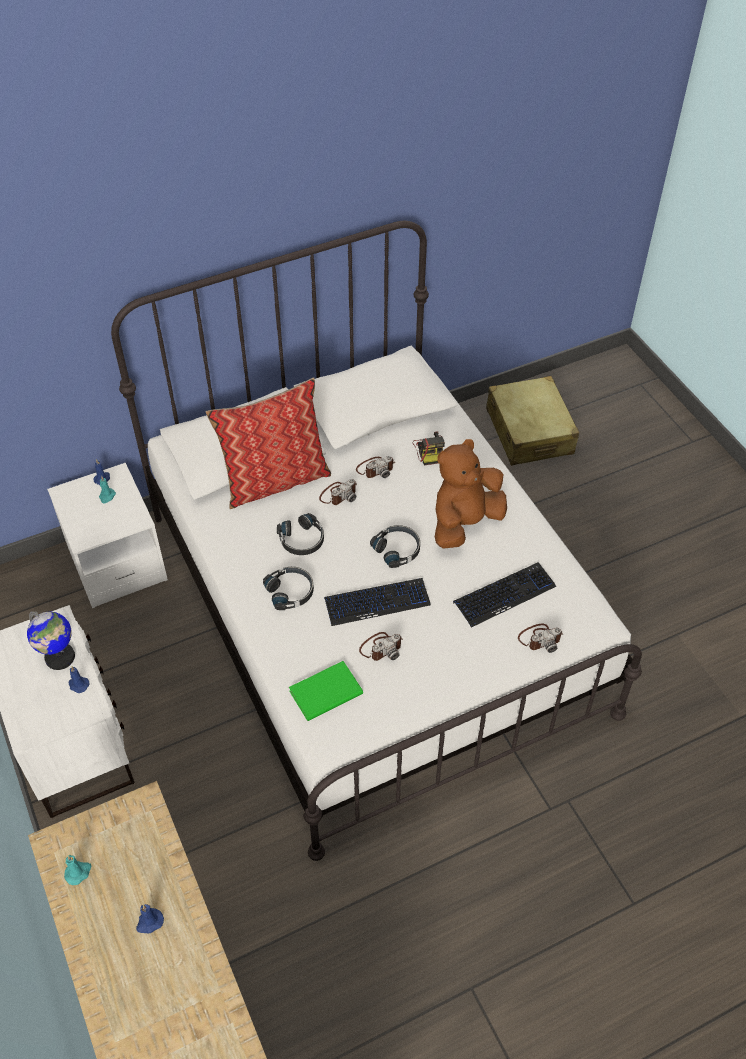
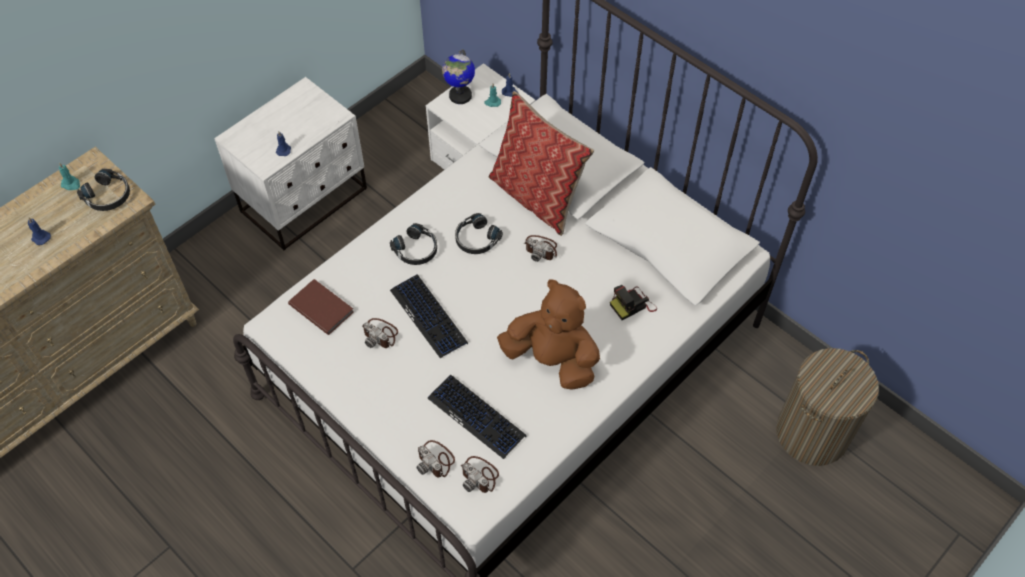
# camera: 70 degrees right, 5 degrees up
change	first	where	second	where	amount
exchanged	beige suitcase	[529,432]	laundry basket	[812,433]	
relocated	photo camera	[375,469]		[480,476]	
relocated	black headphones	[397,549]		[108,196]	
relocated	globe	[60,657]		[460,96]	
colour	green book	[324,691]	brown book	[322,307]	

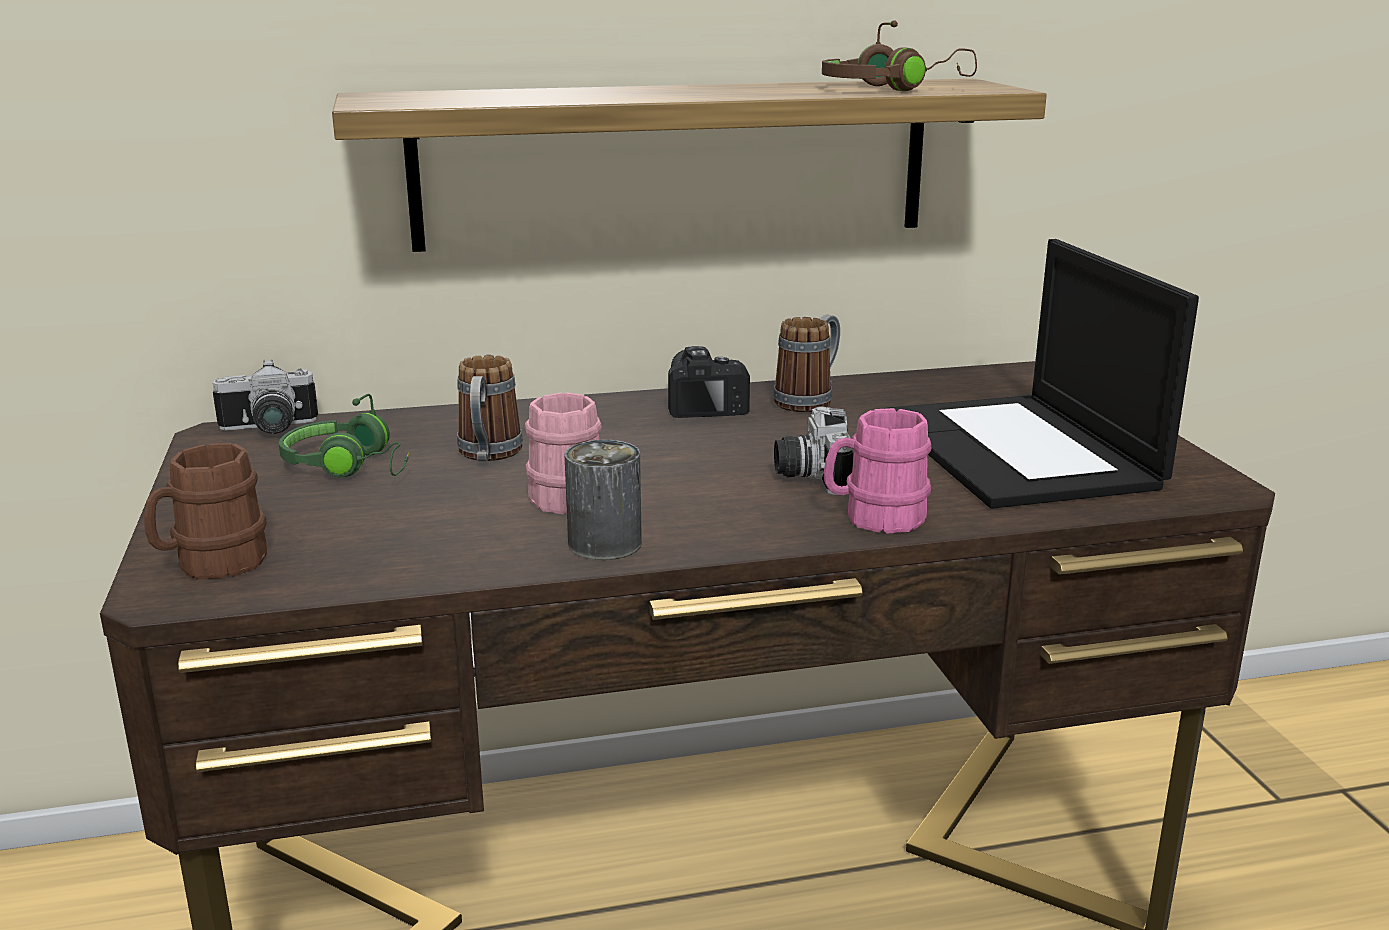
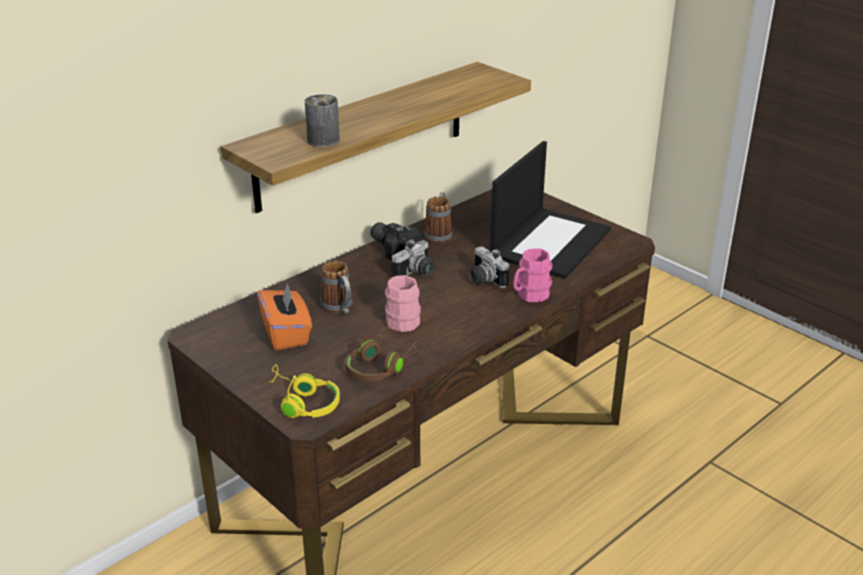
# camera: 30 degrees left, 10 degrees up
change	first	where	second	where	amount
relocated	brown headphones	[889,89]		[382,368]	
spun	laptop	[1022,451]		[550,242]	105 degrees counterclockwise
relocated	photo camera	[268,429]		[416,273]	
exchanged	green headphones	[350,466]	orange tissue box	[286,333]	
relocated	can	[604,544]		[323,140]	
exchanged	brown mug	[211,564]	yellow headphones	[302,402]	

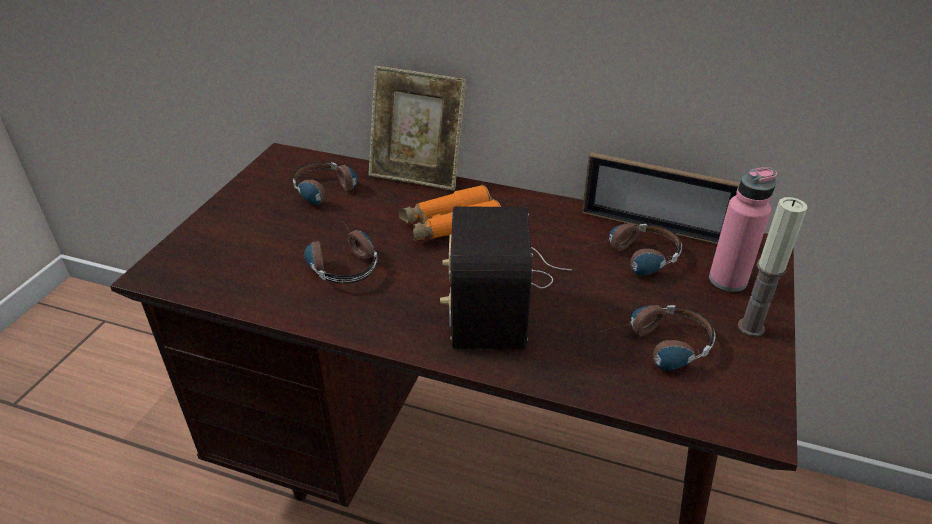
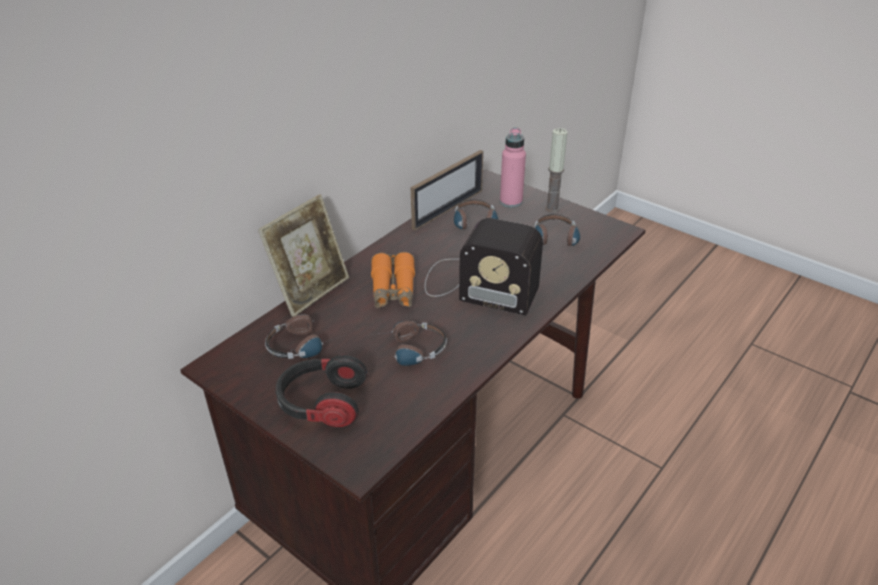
# camera: 70 degrees left, 0 degrees up
change	first	where	second	where	amount
appeared			headphones	[322,404]	

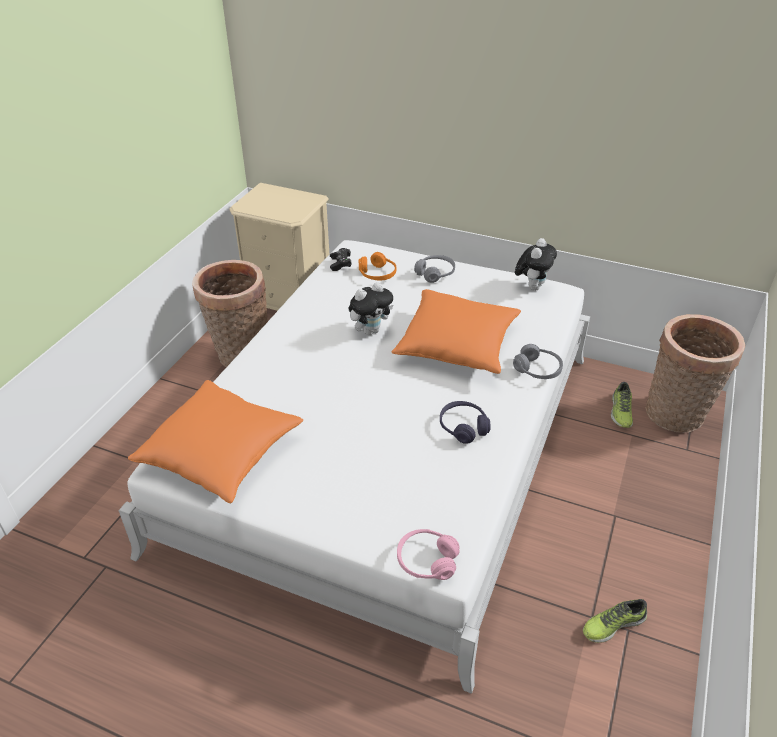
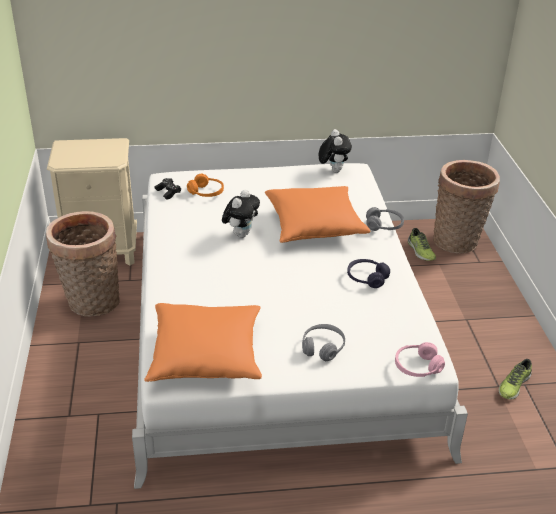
# camera: 30 degrees left, 5 degrees down
change	first	where	second	where	amount
relocated	grey headphones	[435,273]		[323,347]	

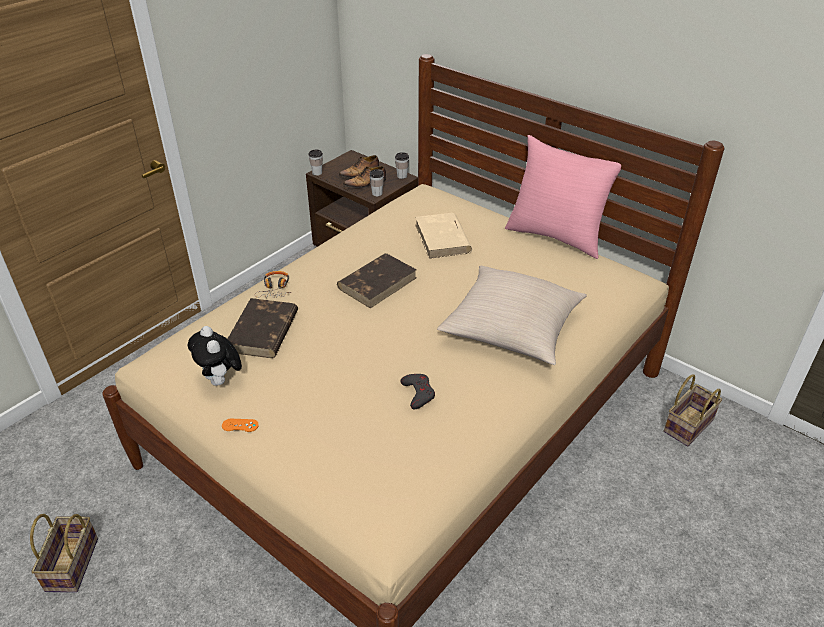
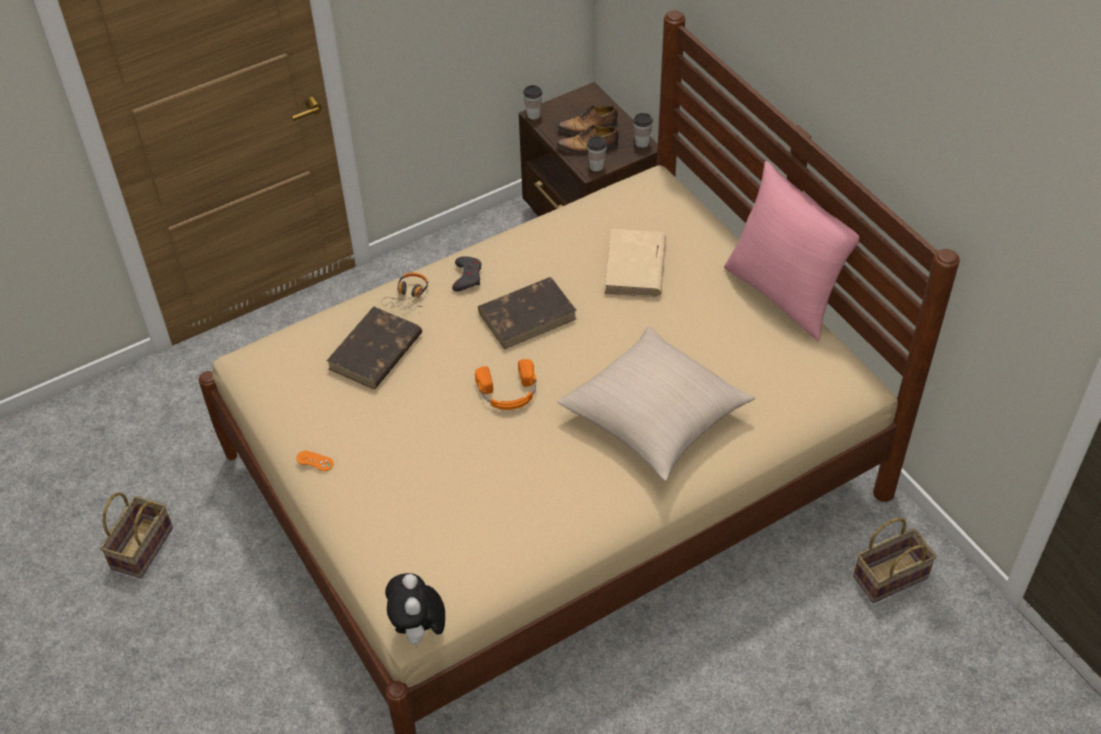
# camera: 20 degrees right, 10 degrees up
change	first	where	second	where	amount
relocated	plush toy	[221,381]		[419,631]	
relocated	grey game controller	[418,393]		[467,276]	
appeared			orange headphones	[508,392]	

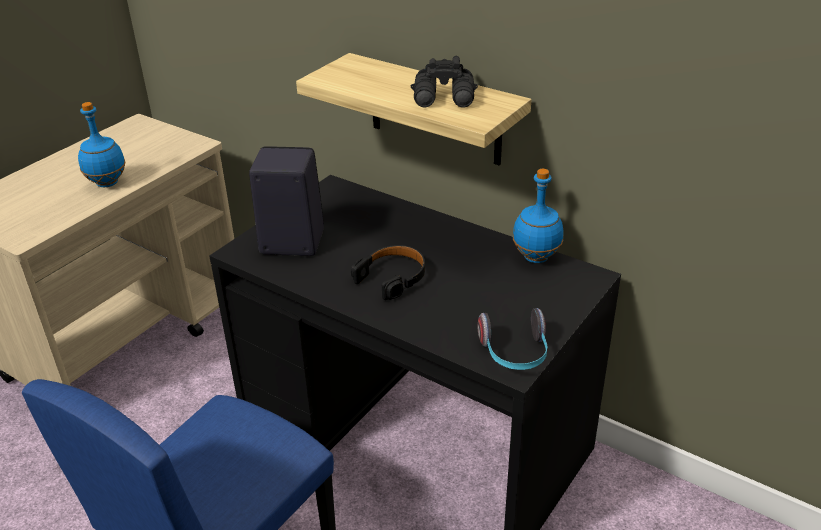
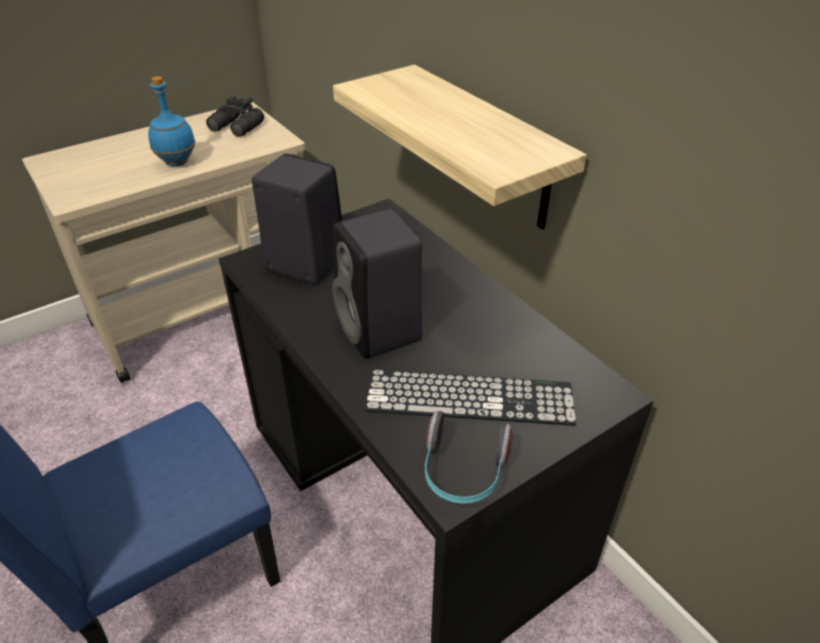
# camera: 20 degrees right, 5 degrees up
change	first	where	second	where	amount
relocated	black binoculars	[445,98]		[237,128]	
missing	blue bottle	[536,257]			
exchanged	black headphones	[392,277]	black speaker	[381,331]	
appeared			keyboard	[469,397]	

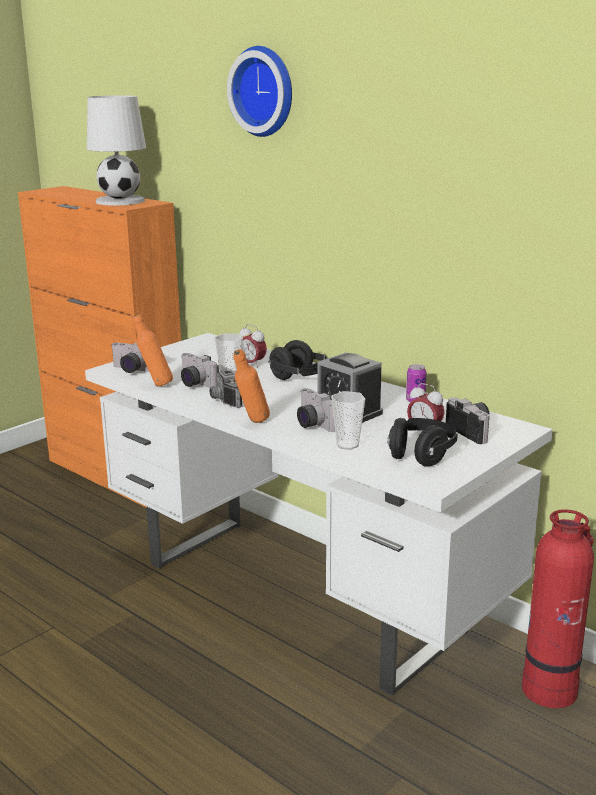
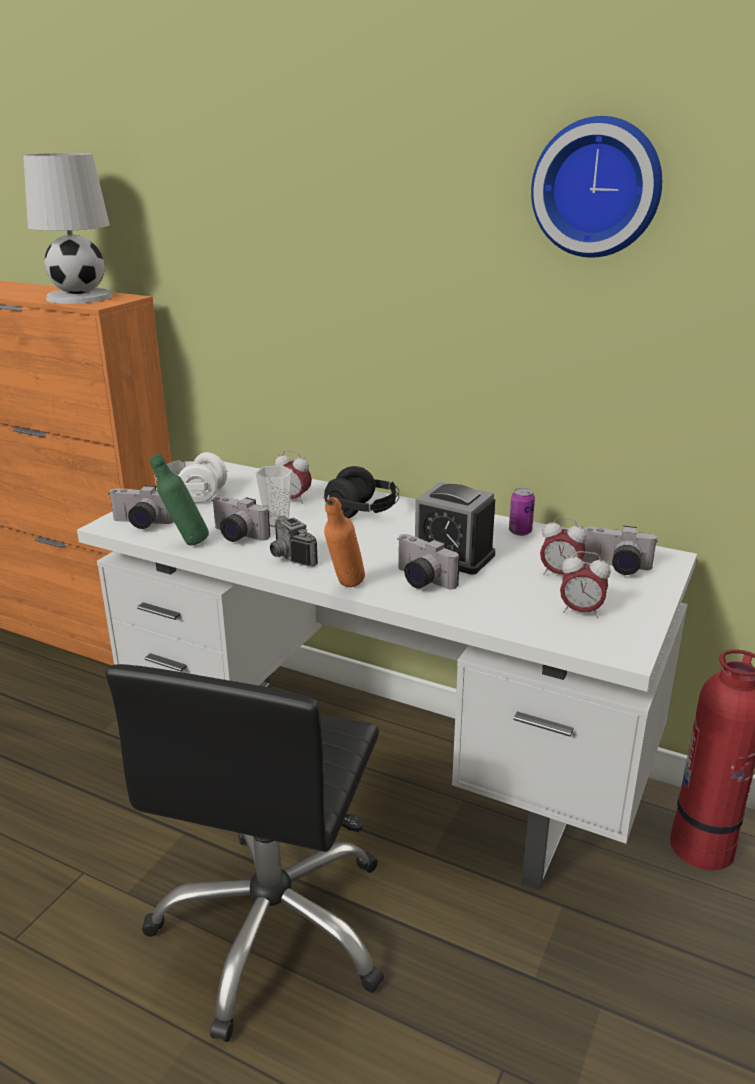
# camera: 15 degrees left, 5 degrees up
change	first	where	second	where	amount
relocated	wall clock	[265,91]		[597,188]	
colour	orange bottle	[155,385]	green bottle	[185,543]	
missing	cup	[347,445]			
spun	photo camera	[473,431]		[615,568]	150 degrees clockwise
exchanged	black headphones	[421,455]	alarm clock	[581,611]	
appeared			white headphones	[191,494]	
appeared			black office chair	[274,926]	

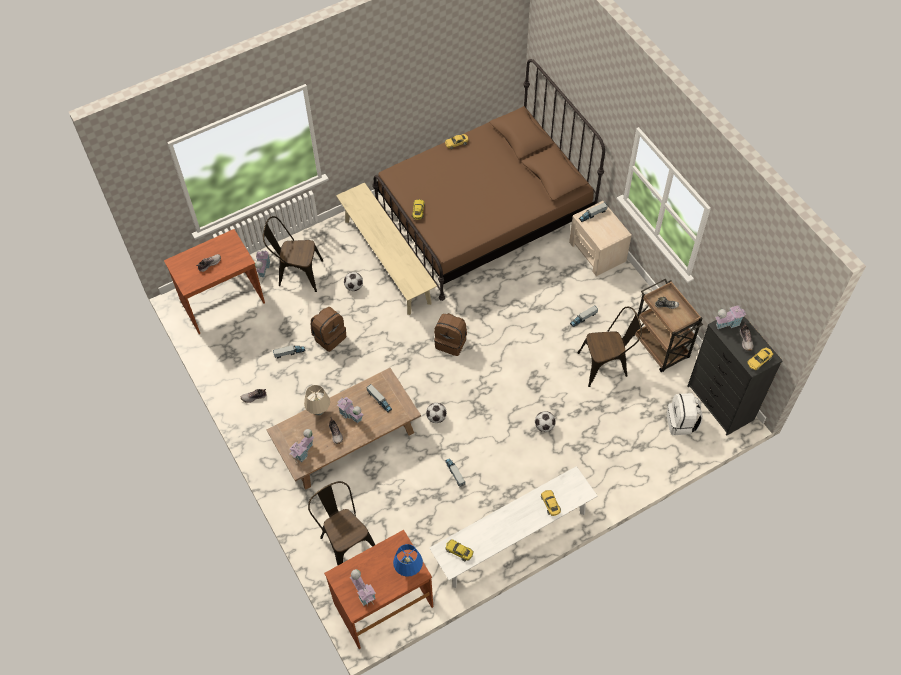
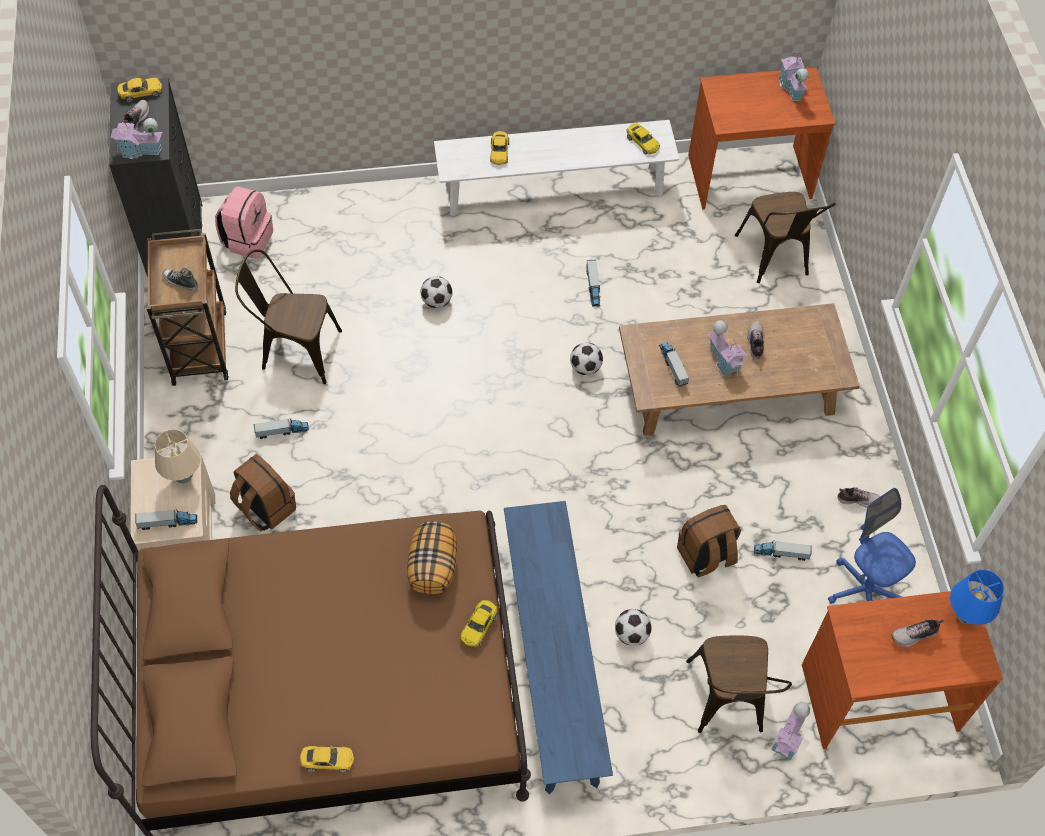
# camera: 160 degrees left, 0 degrees up
change	first	where	second	where	amount
colour	beige bench	[387,261]	blue bench	[552,662]	
spun	brown chair	[296,273]		[727,703]	60 degrees clockwise
relocated	brown backpack	[451,342]		[265,508]	
relocated	beige table lamp	[319,411]		[184,477]	
colour	white backpack	[681,423]	pink backpack	[248,239]	
missing	toy house	[303,451]			
relocated	blue table lamp	[409,569]		[964,616]	
appeared			blue office chair	[863,590]	
appeared			pillow	[433,568]	

